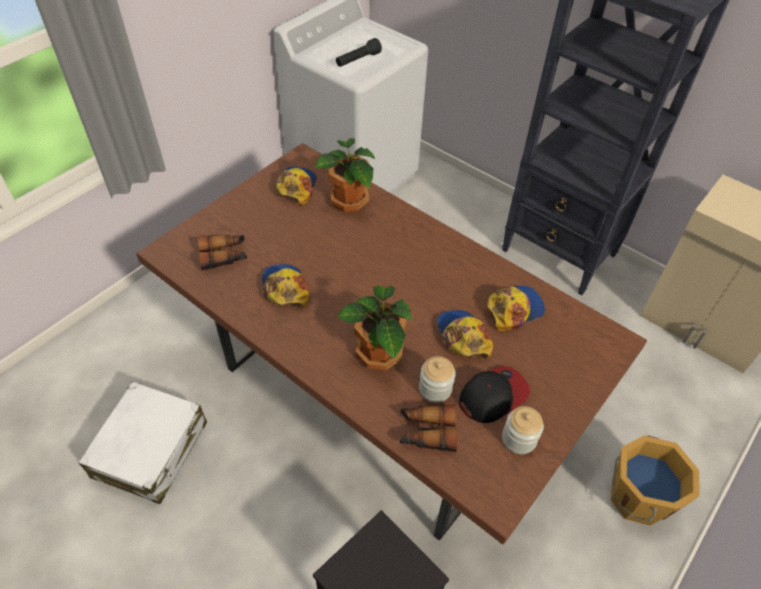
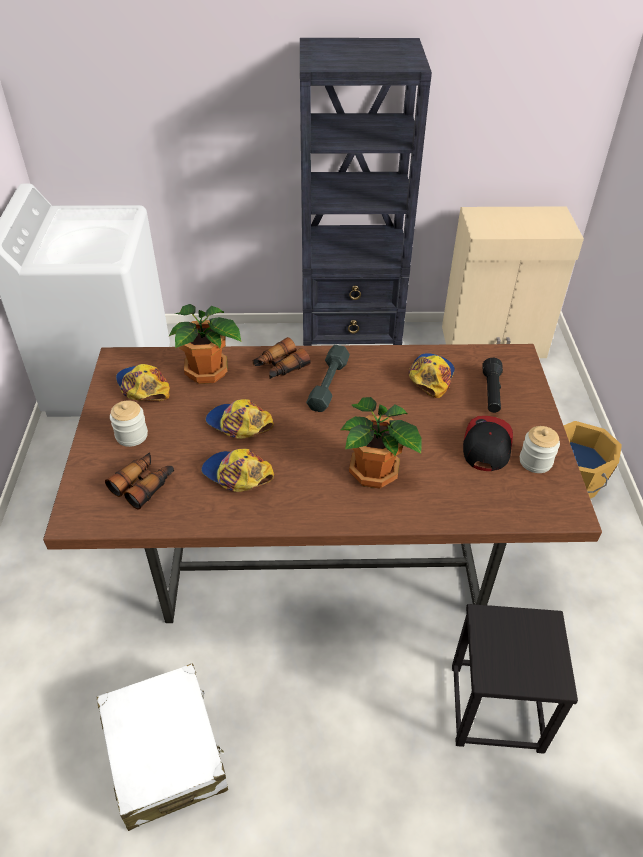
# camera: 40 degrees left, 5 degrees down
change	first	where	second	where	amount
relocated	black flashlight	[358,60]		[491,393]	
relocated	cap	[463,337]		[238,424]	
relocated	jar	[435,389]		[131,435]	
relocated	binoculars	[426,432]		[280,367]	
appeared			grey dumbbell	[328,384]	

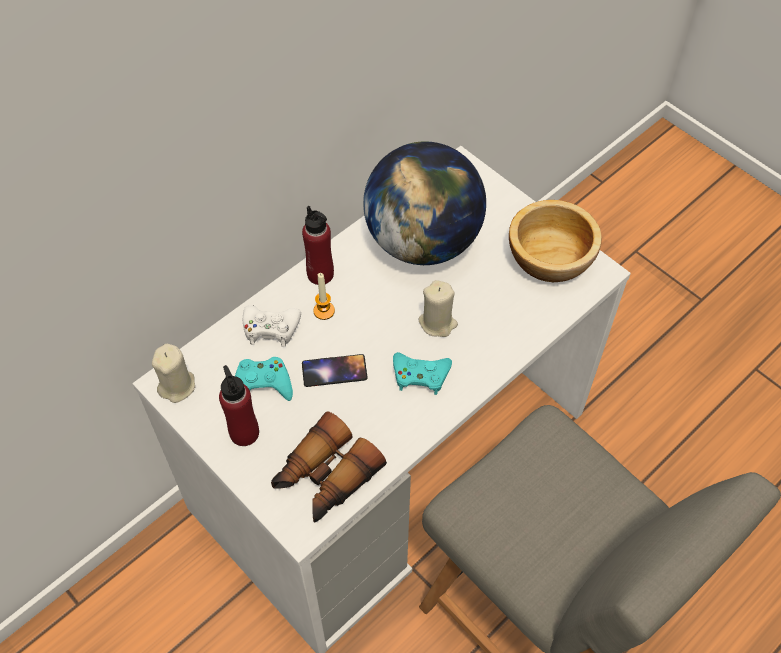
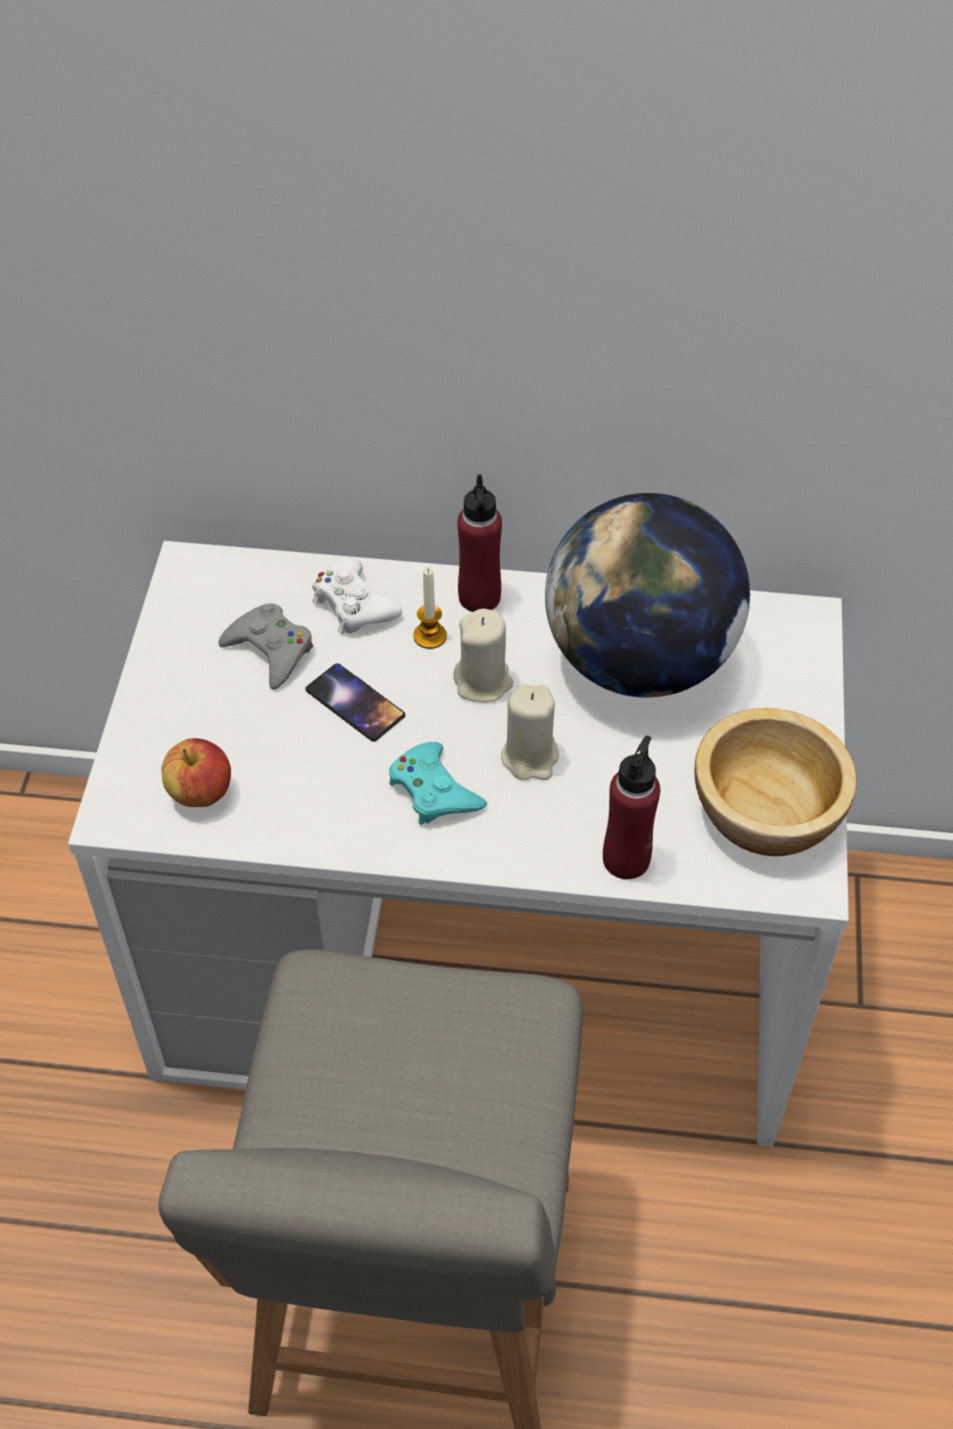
# camera: 50 degrees right, 5 degrees down
change	first	where	second	where	amount
relocated	beige candle	[177,385]		[483,682]	
colour	turquoise game controller	[262,384]	grey game controller	[270,650]	
relocated	red bottle	[244,432]		[626,859]	
exchanged	binoculars	[325,477]	apple	[200,793]	

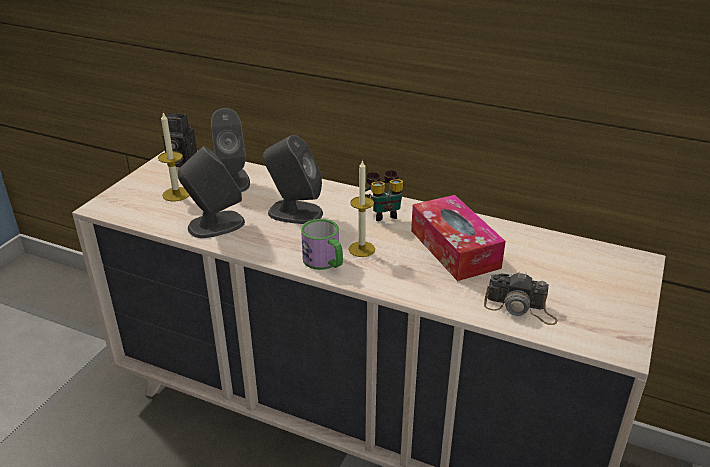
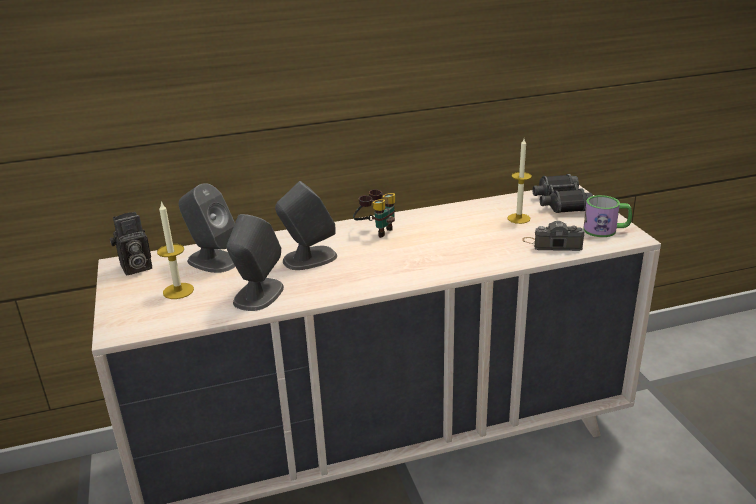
# camera: 40 degrees left, 5 degrees down
change	first	where	second	where	amount
relocated	candle	[361,249]		[518,218]	
missing	tissue box	[454,249]			
relocated	mug	[325,262]		[606,230]	
spun	photo camera	[520,308]		[552,244]	150 degrees counterclockwise
appeared			black binoculars	[560,202]	

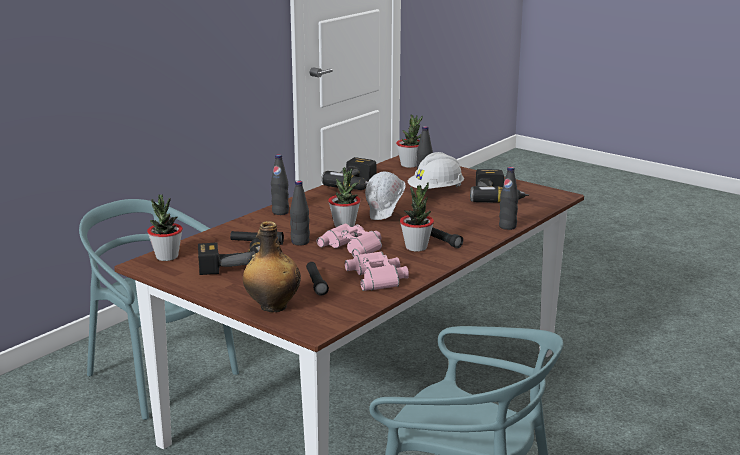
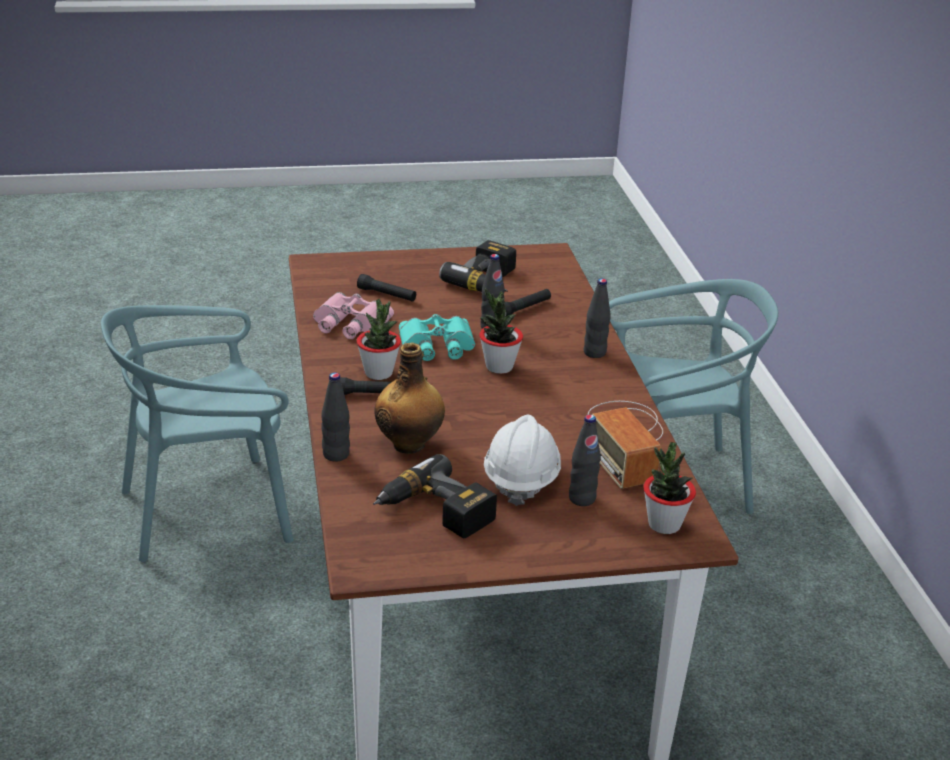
# camera: 130 degrees right, 10 degrees up
change	first	where	second	where	amount
exchanged	power drill	[358,184]	radio	[627,440]	
missing	white hard hat	[386,216]			
missing	potted plant	[167,257]			
relocated	bottle	[272,307]		[410,444]	
colour	pink binoculars	[353,246]	turquoise binoculars	[437,346]	

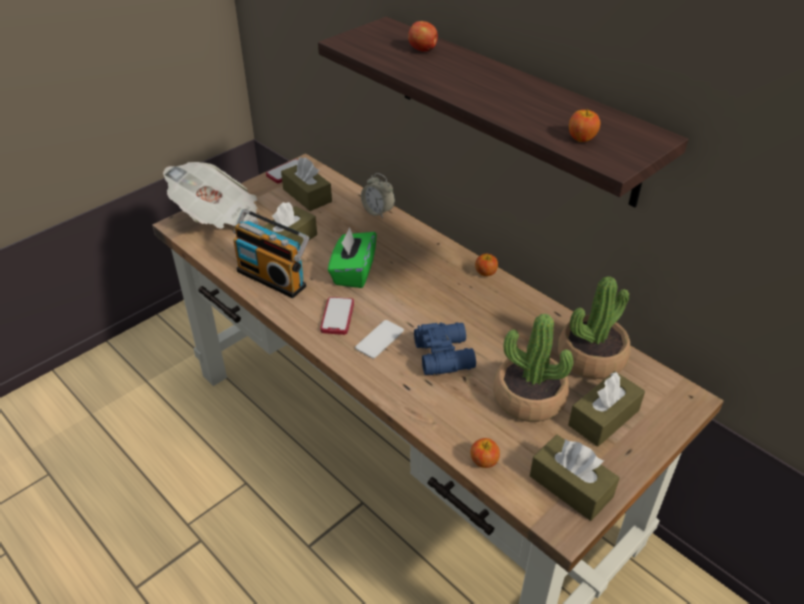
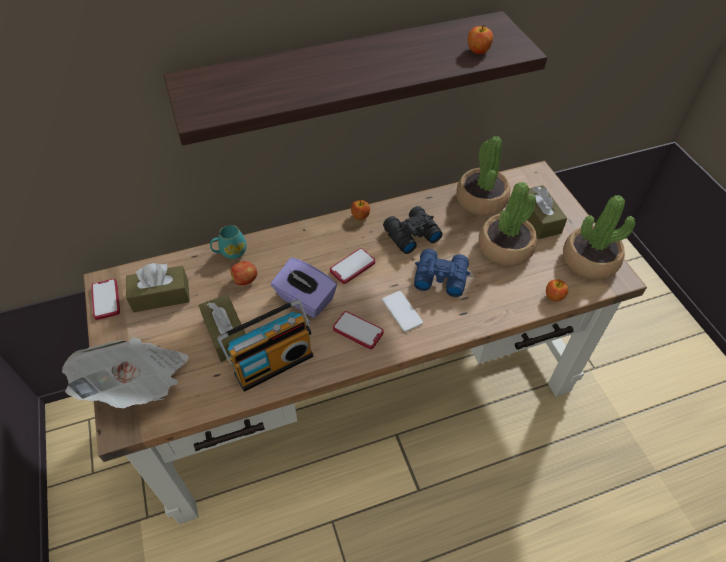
# camera: 65 degrees left, 10 degrees up
change	first	where	second	where	amount
relocated	apple	[423,50]		[245,280]	
exchanged	alarm clock	[378,212]	turquoise mug	[230,252]	
colour	green tissue box	[353,272]	purple tissue box	[305,299]	
exchanged	brown tissue box	[571,486]	potted plant	[589,261]	
appeared			black binoculars	[410,234]	
appeared			phone	[352,267]	

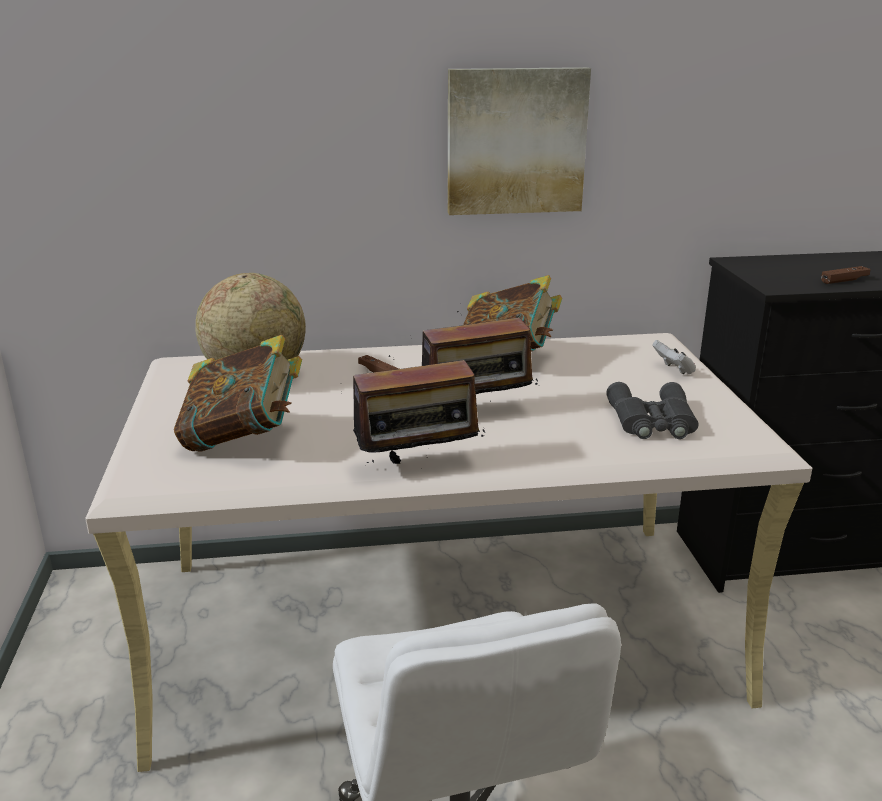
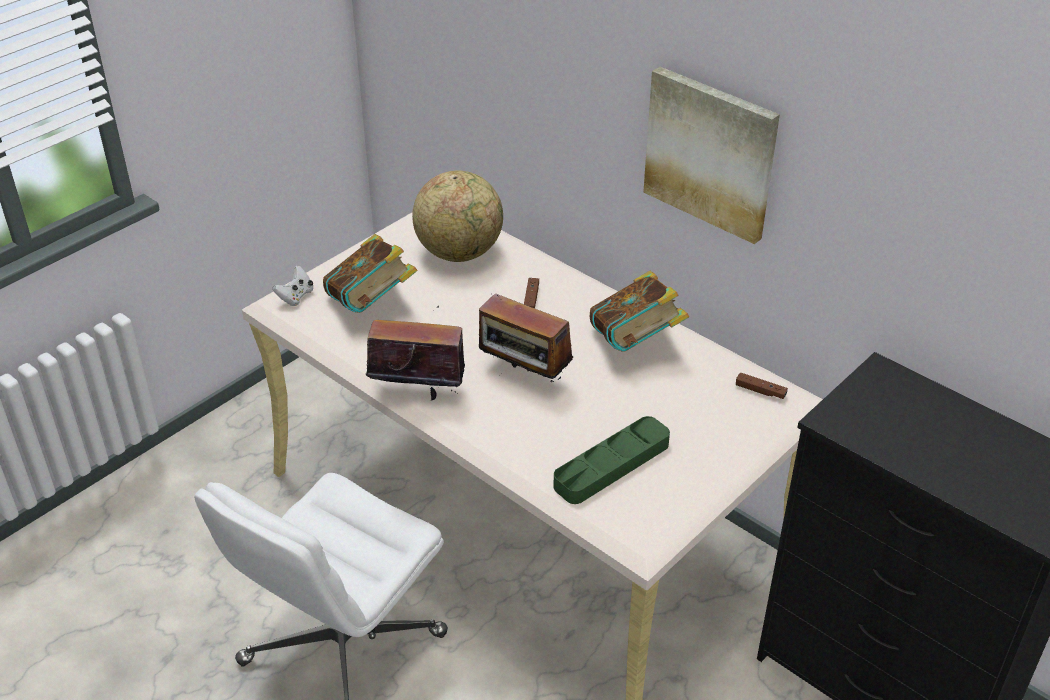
# camera: 50 degrees right, 15 degrees up
change	first	where	second	where	amount
relocated	brown game controller	[844,280]		[760,391]	
relocated	white game controller	[674,370]		[296,297]	
spun	radio	[418,466]		[417,391]	150 degrees clockwise
exchanged	grey binoculars	[651,421]	green tray	[612,465]	

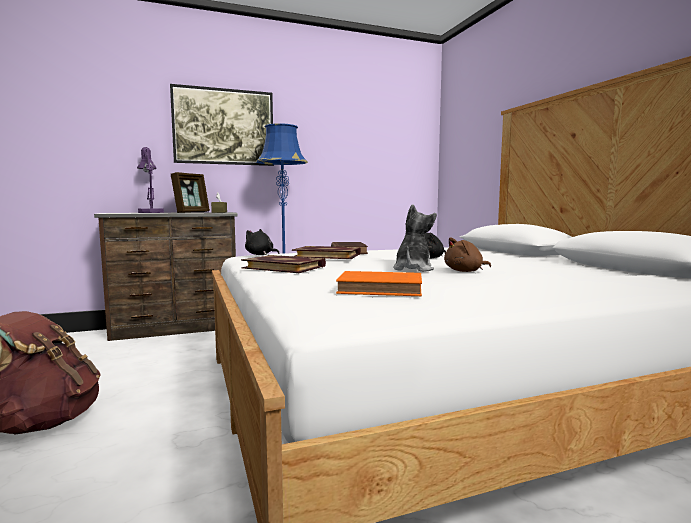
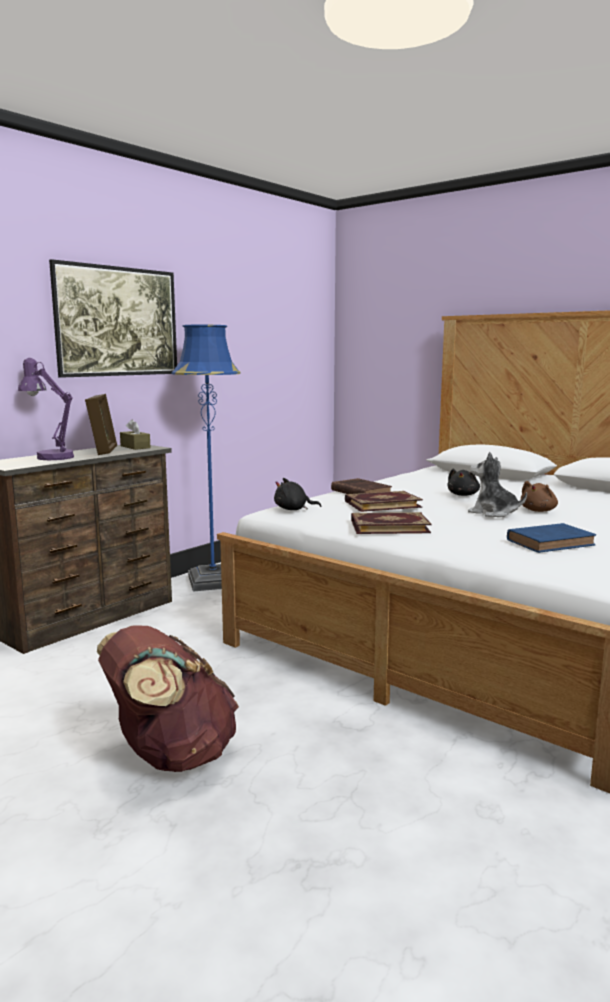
# camera: 30 degrees left, 5 degrees up
change	first	where	second	where	amount
spun	plush toy	[413,269]		[493,513]	45 degrees counterclockwise
colour	orange book	[383,289]	blue book	[552,542]	

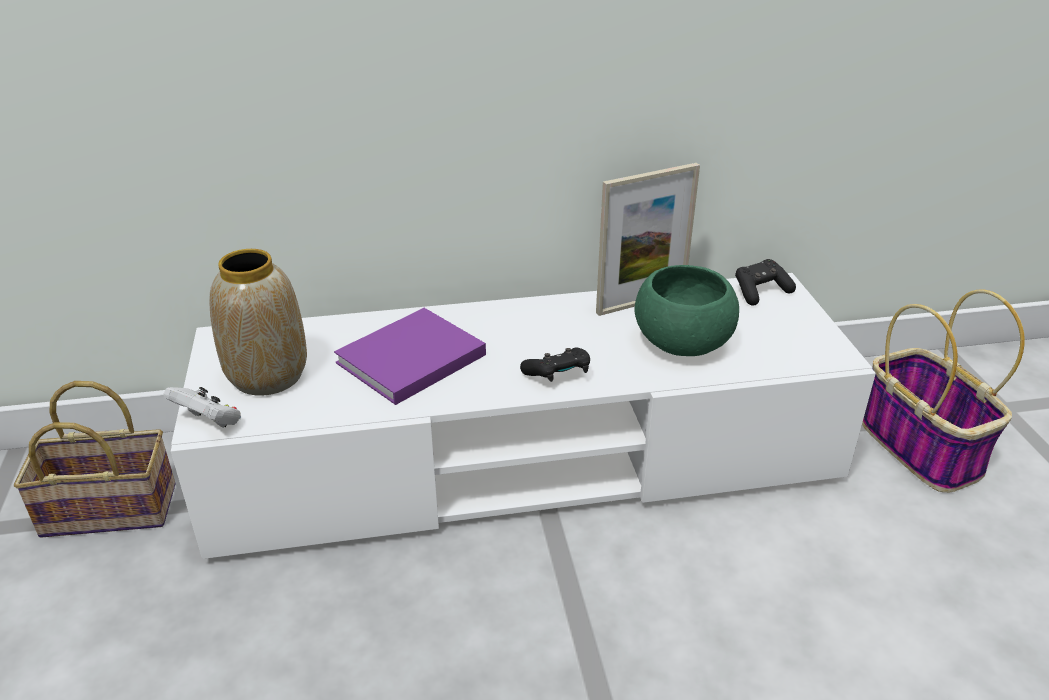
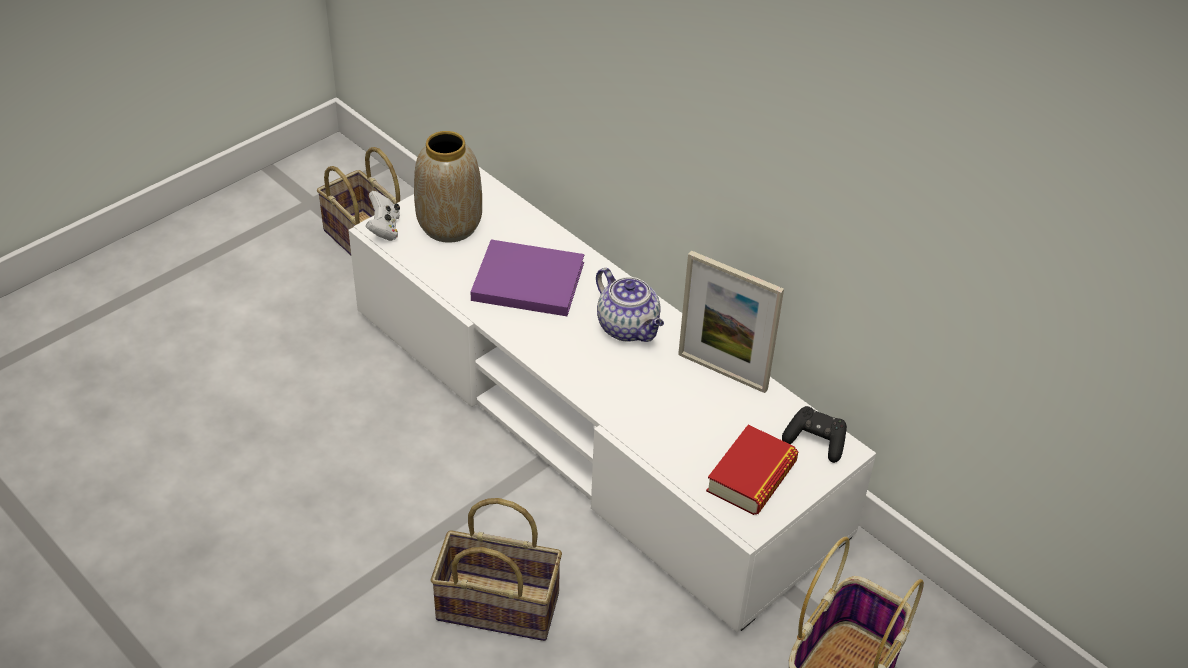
# camera: 55 degrees right, 10 degrees up
change	first	where	second	where	amount
missing	green bowl	[681,343]			
missing	black game controller	[558,375]			
appeared			teapot	[629,328]	
appeared			book	[751,477]	
appeared			basket	[501,605]	

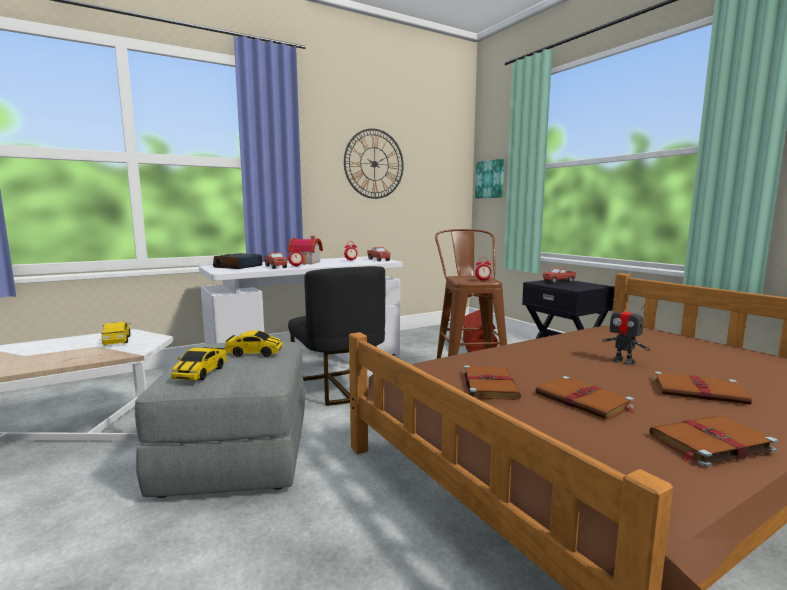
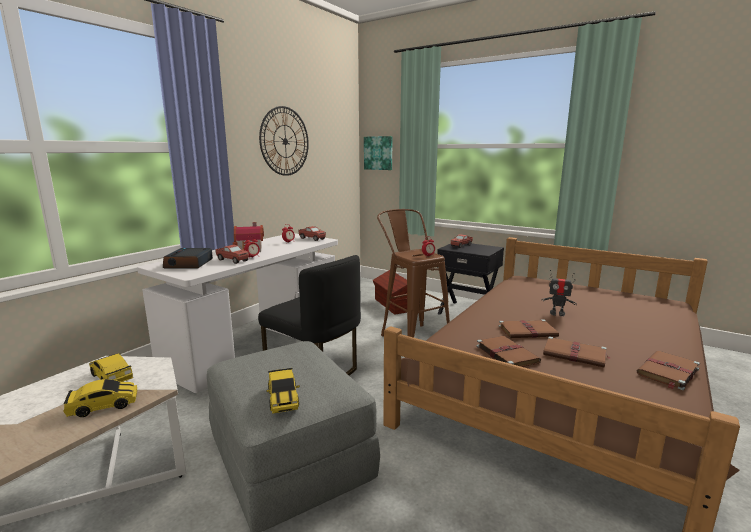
# camera: 25 degrees left, 5 degrees up
change	first	where	second	where	amount
relocated	toy car	[254,353]		[103,406]	
relocated	brown book	[700,392]		[528,331]	

